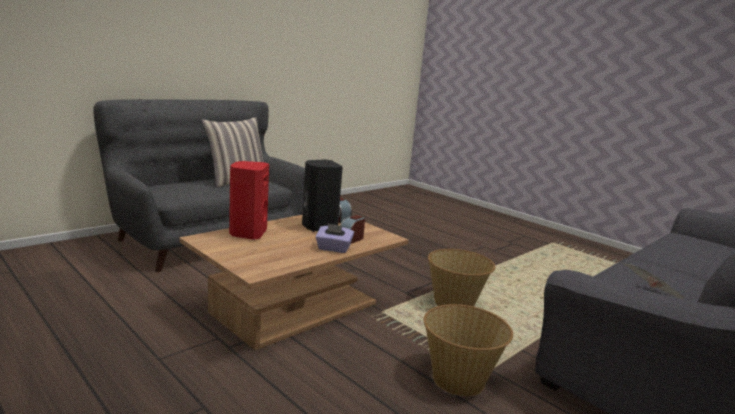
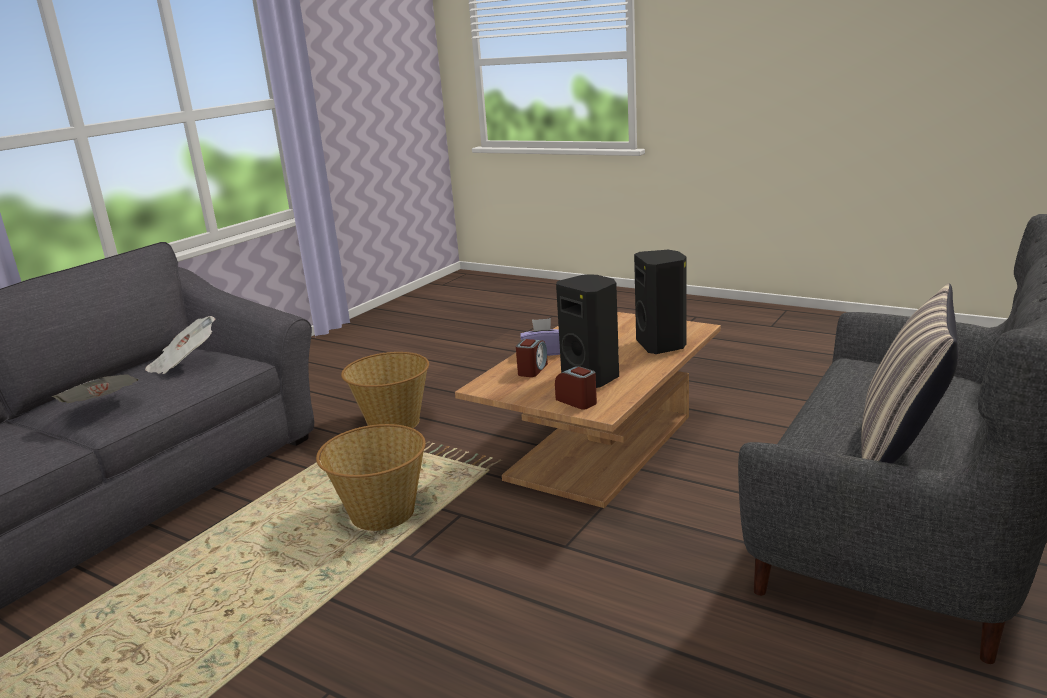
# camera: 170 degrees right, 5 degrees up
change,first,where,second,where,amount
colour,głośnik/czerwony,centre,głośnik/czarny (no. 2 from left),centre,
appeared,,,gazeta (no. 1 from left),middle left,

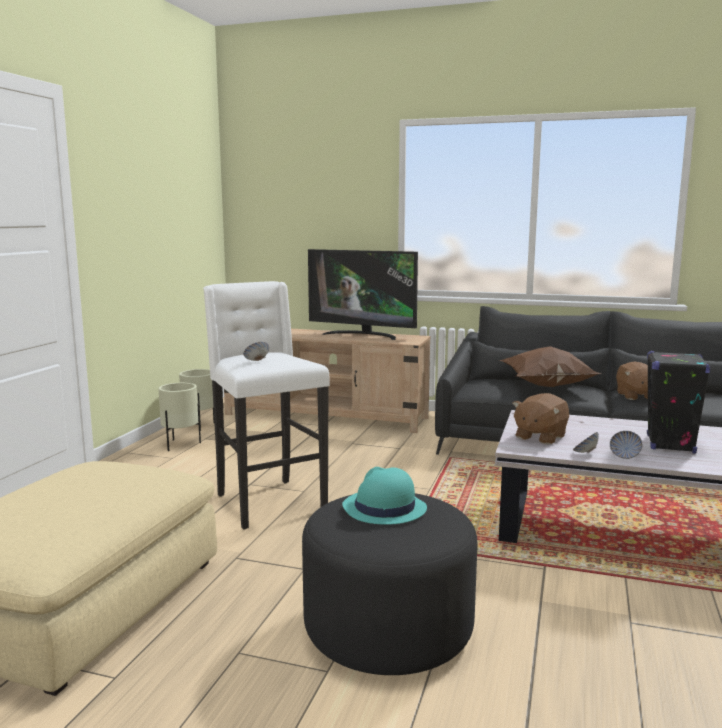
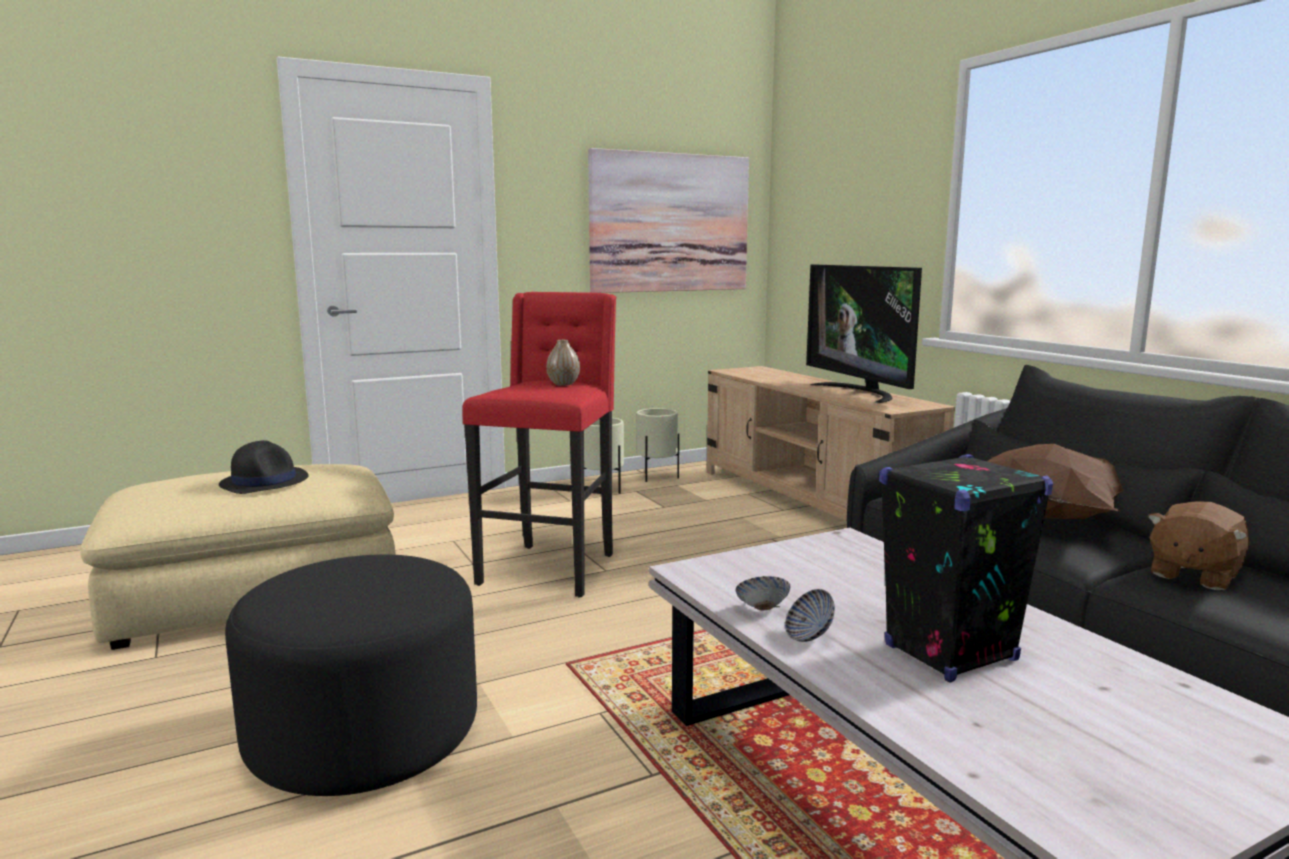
# camera: 45 degrees right, 0 degrees up
change,first,where,second,where,amount
colour,stołek/biały,centre,stołek/czerwony,centre,
missing,miska (no. 1 from left),centre,,,
missing,kapelusz/turkusowy,bottom centre,,,
missing,pluszak/brązowy (no. 1 from left),middle right,,,
appeared,,,kapelusz/czarny,middle left,
appeared,,,wazon,centre,
appeared,,,obraz,top centre,

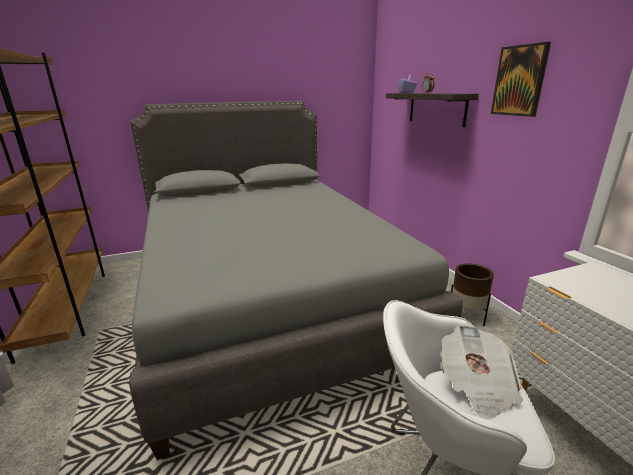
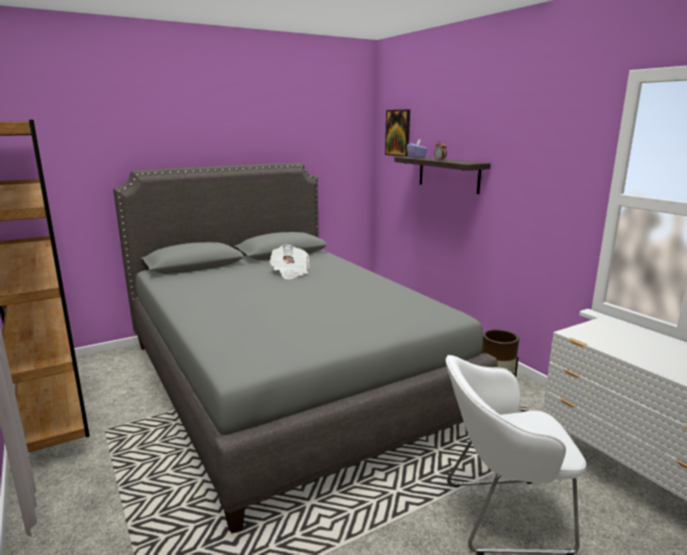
# camera: 10 degrees left, 5 degrees down
change,first,where,second,where,amount
relocated,gazeta,bottom right,,centre,
relocated,obraz,top right,,top centre,

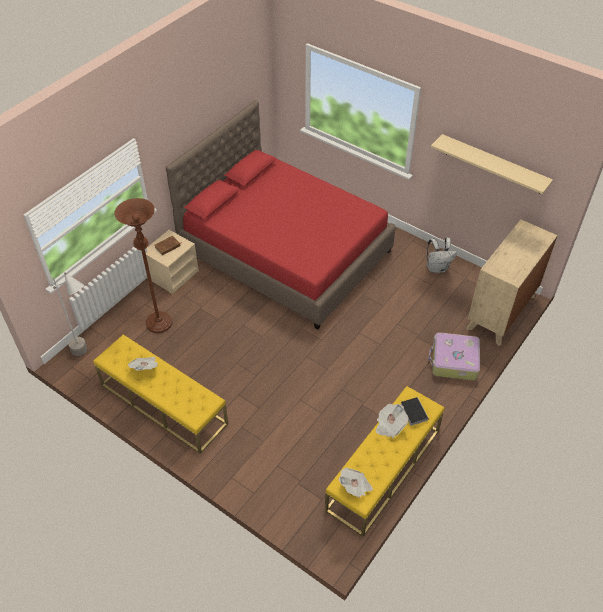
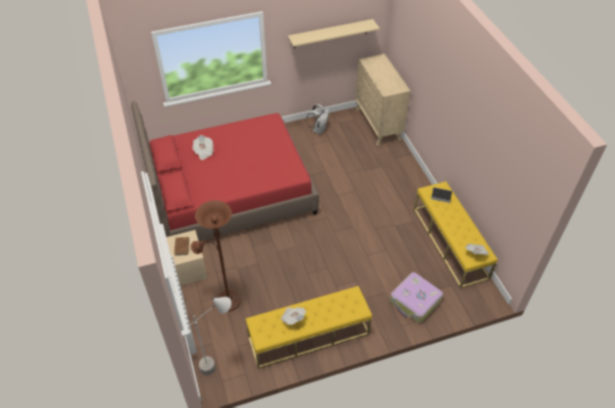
# camera: 55 degrees left, 0 degrees up
change,first,where,second,where,amount
relocated,gazeta (no. 3 from left in the first image),bottom centre,gazeta (no. 1 from left),middle left,
relocated,walizka,middle right,,bottom right,

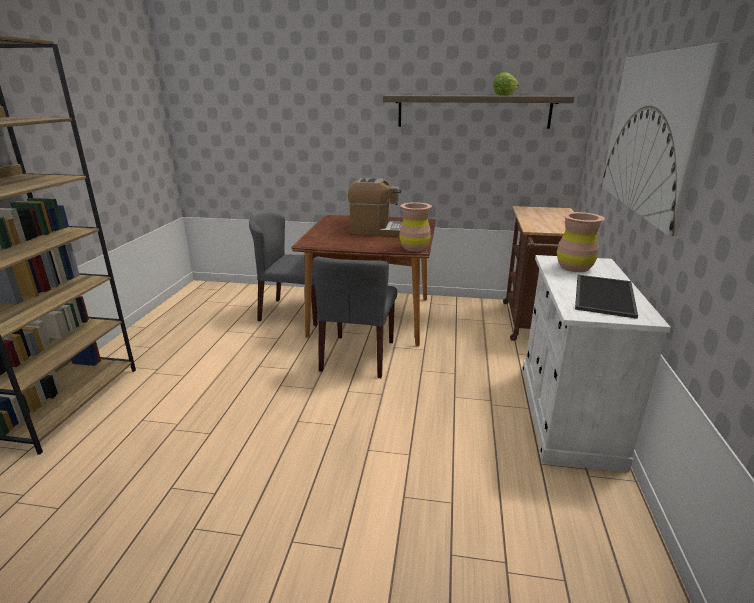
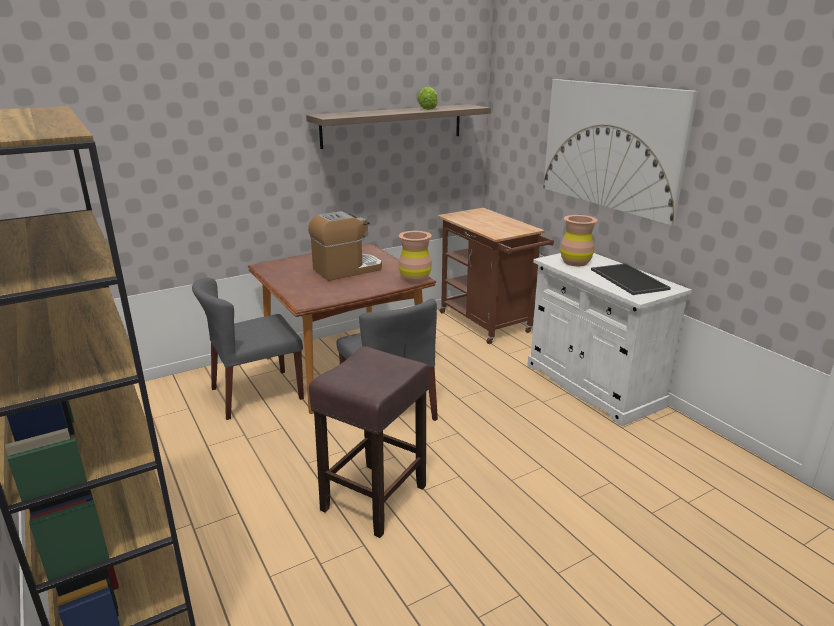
# camera: 40 degrees left, 0 degrees up
change,first,where,second,where,amount
appeared,,,stołek/brązowy,bottom centre,

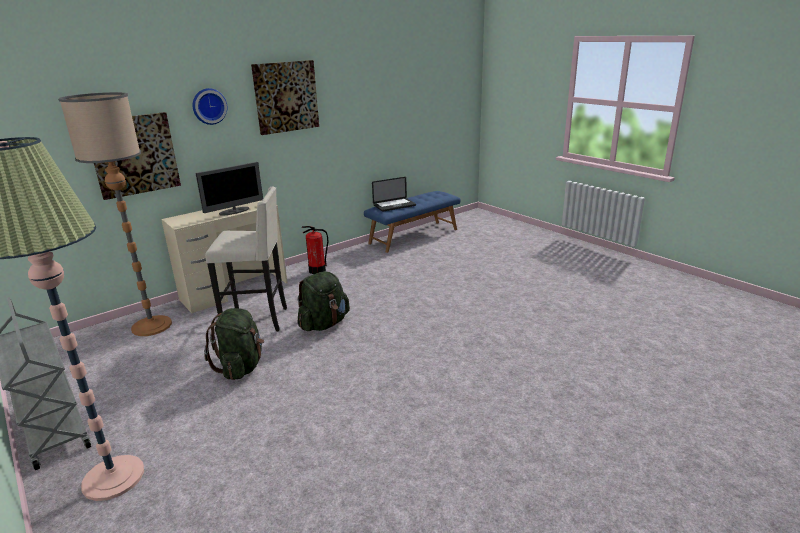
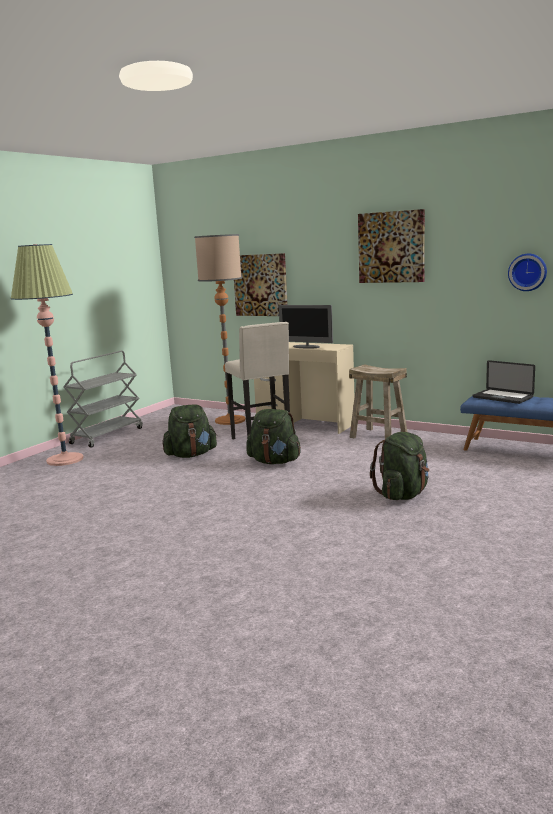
# camera: 70 degrees right, 10 degrees down
change,first,where,second,where,amount
relocated,zegar ścienny,top left,,middle right,
exchanged,gaśnica,centre,stołek/beżowy (no. 2 from left),middle right,
appeared,,,plecak/zielony (no. 3 from left),middle right,

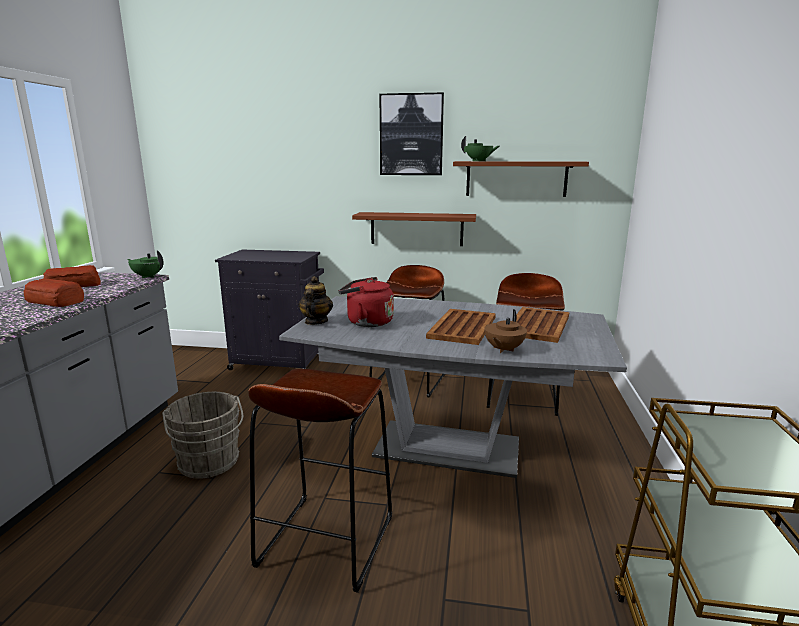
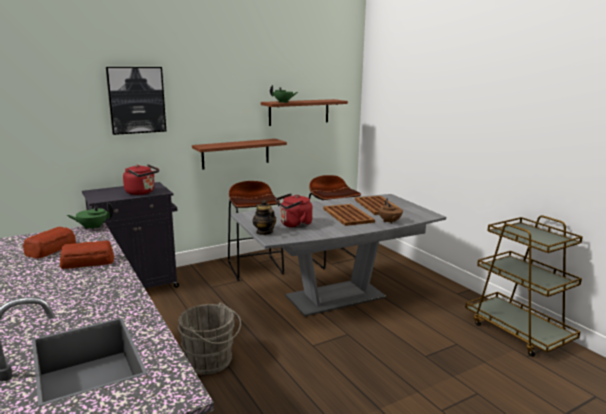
# camera: 40 degrees left, 0 degrees up
change,first,where,second,where,amount
missing,stołek/brązowy (no. 1 from left),bottom centre,,,
relocated,obraz,top centre,,top left,
appeared,,,czajnik/czerwony (no. 1 from left),middle left,

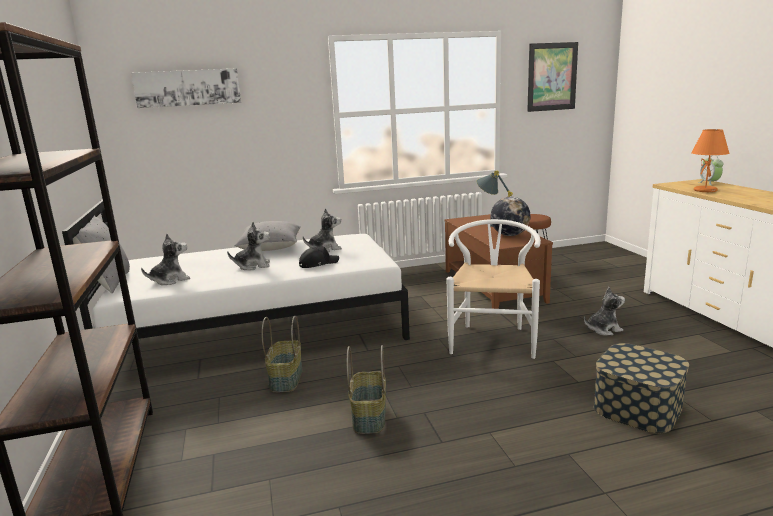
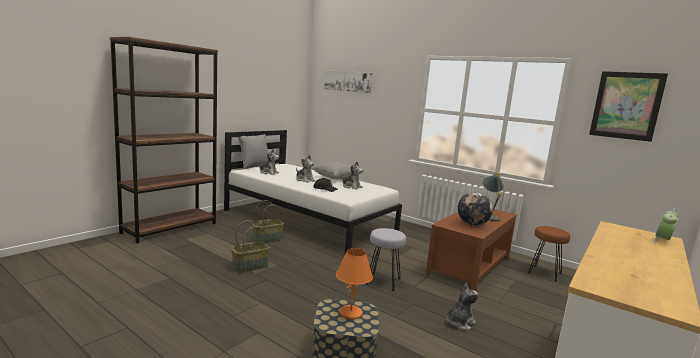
# camera: 50 degrees right, 5 degrees down
change,first,where,second,where,amount
exchanged,krzesło/biały,centre,stołek/szary,bottom centre,
spun,pluszak (no. 4 from left),middle right,,bottom centre,75 degrees counterclockwise
relocated,lampa stołowa/pomarańczowy,top right,,bottom centre,

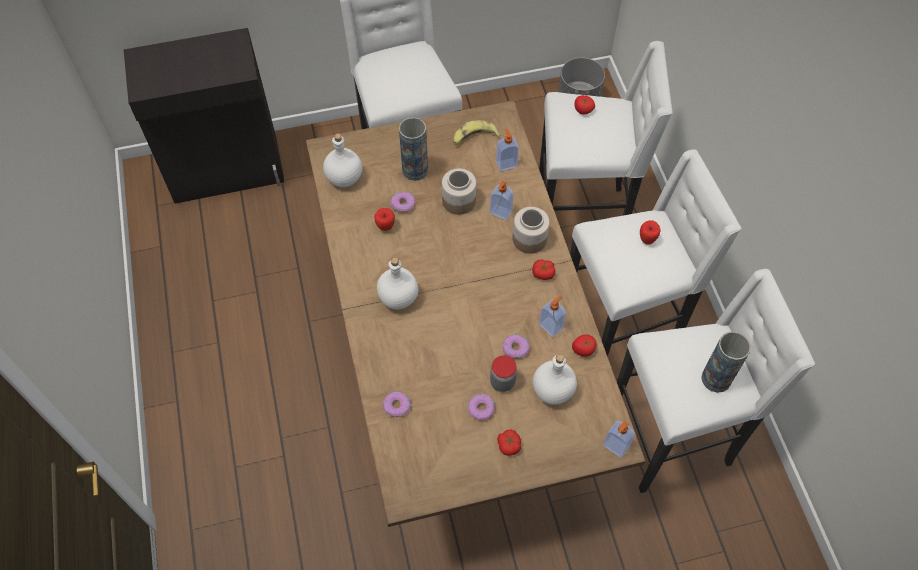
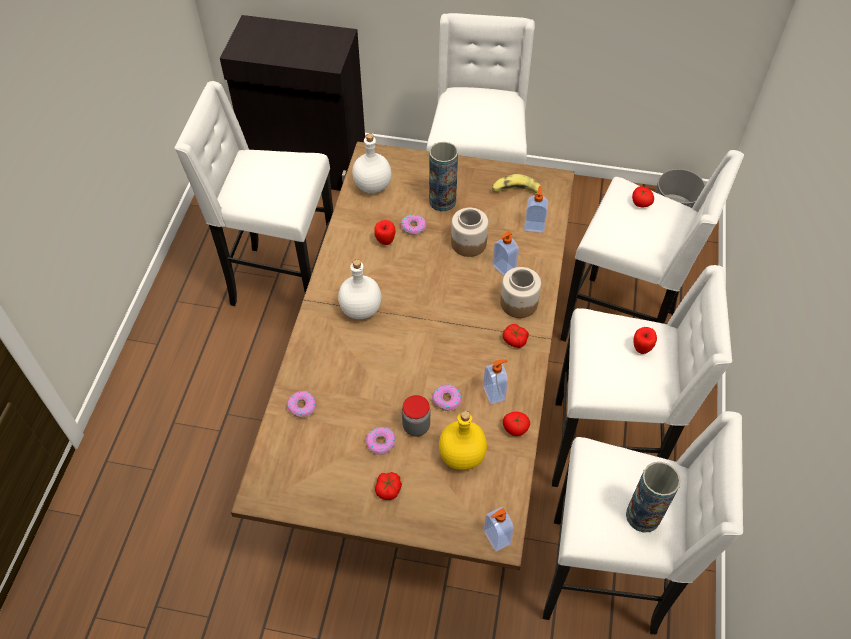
# camera: 25 degrees right, 5 degrees down
change,first,where,second,where,amount
colour,butelka/biały (no. 3 from left),centre,butelka/żółty,bottom centre,
appeared,,,stołek/biały (no. 1 from left),top left,

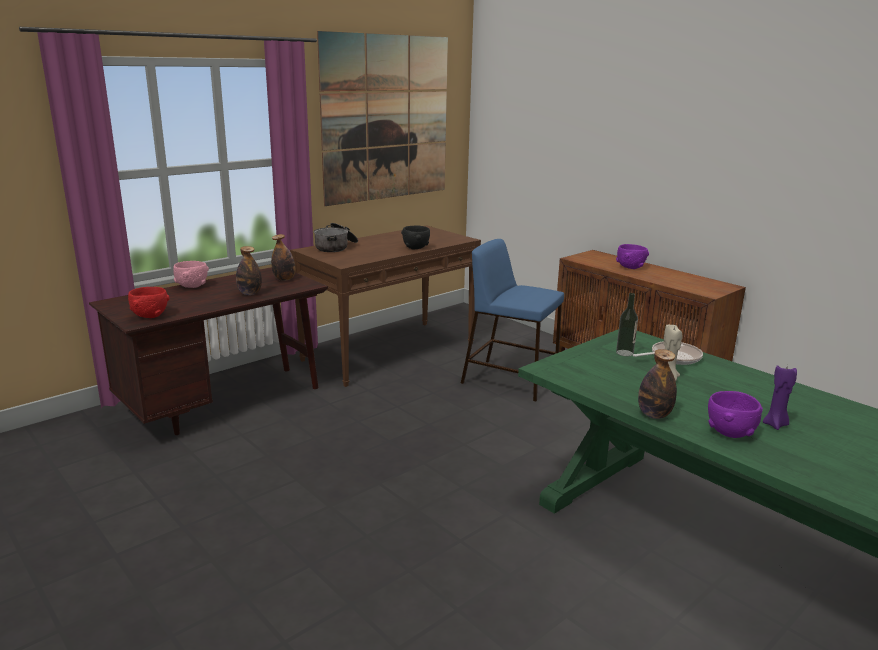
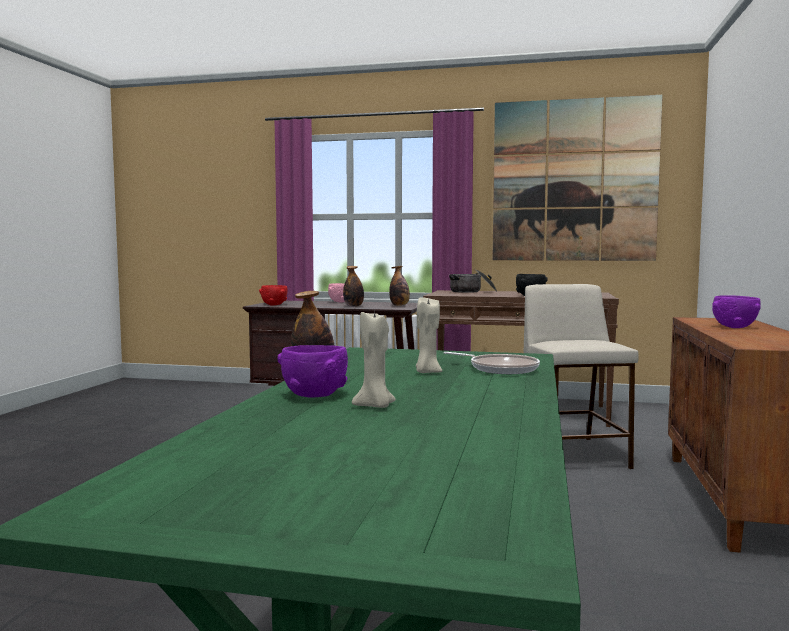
# camera: 55 degrees right, 15 degrees down
change,first,where,second,where,amount
colour,stołek/niebieski,centre,stołek/beżowy,middle right,
missing,butelka (no. 3 from left),middle right,,,
colour,świeca/fioletowy,middle right,świeca/beżowy (no. 1 from left),centre,

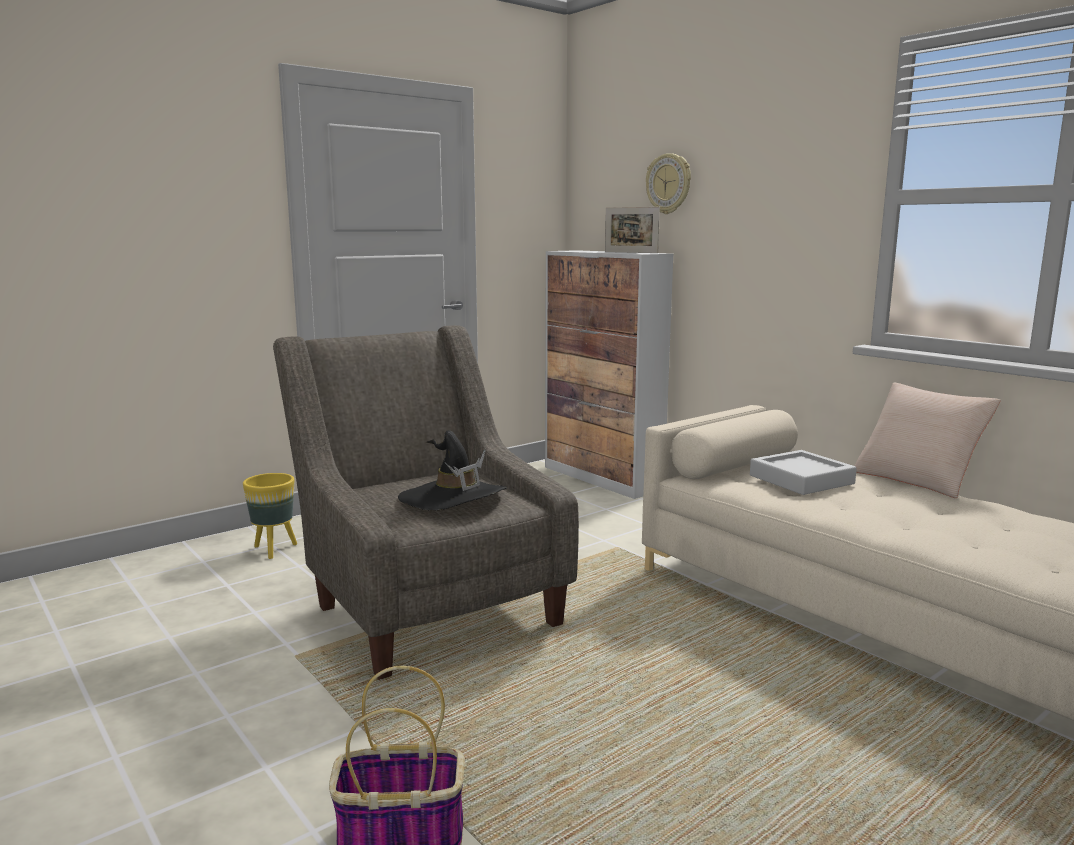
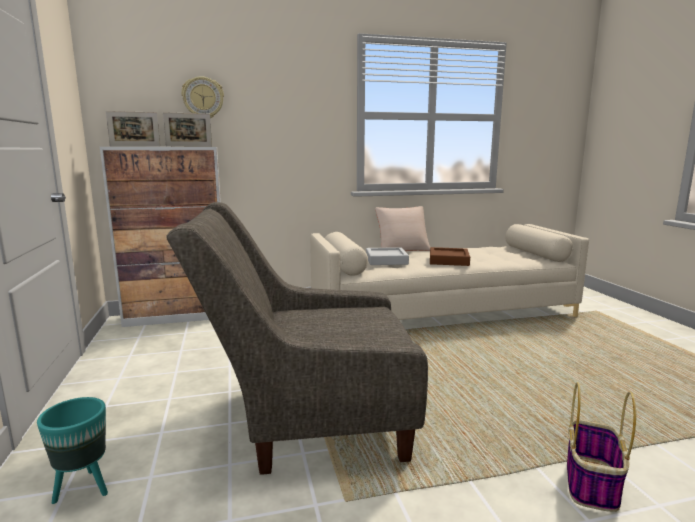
# camera: 65 degrees left, 0 degrees up
change,first,where,second,where,amount
colour,donica/żółty,middle left,donica/turkusowy,bottom left,
missing,kapelusz/czarny,centre,,,
appeared,,,ramka na zdjęcie (no. 1 from left),top left,
appeared,,,taca/brązowy,centre,

